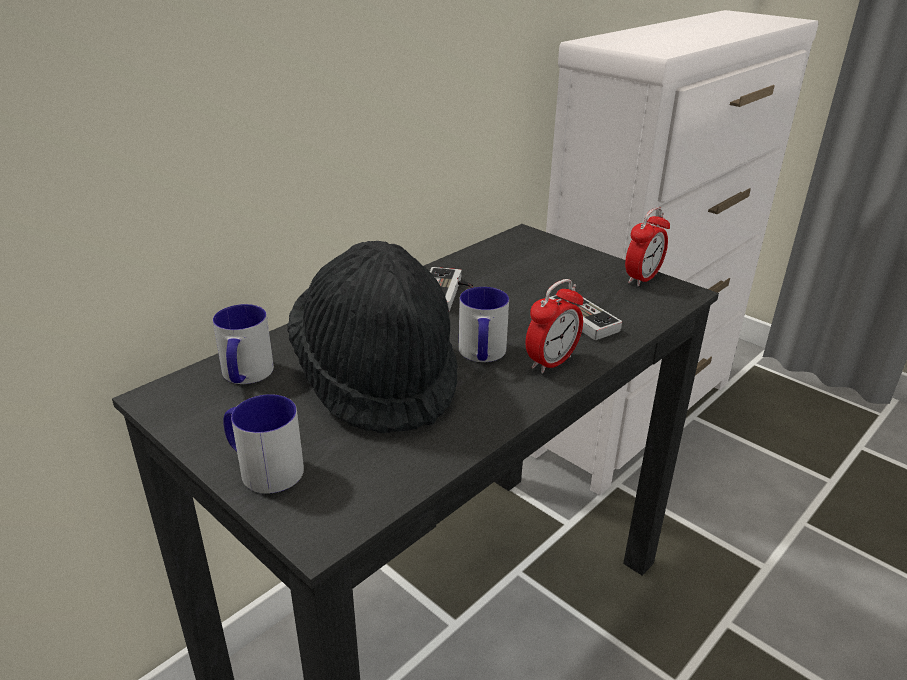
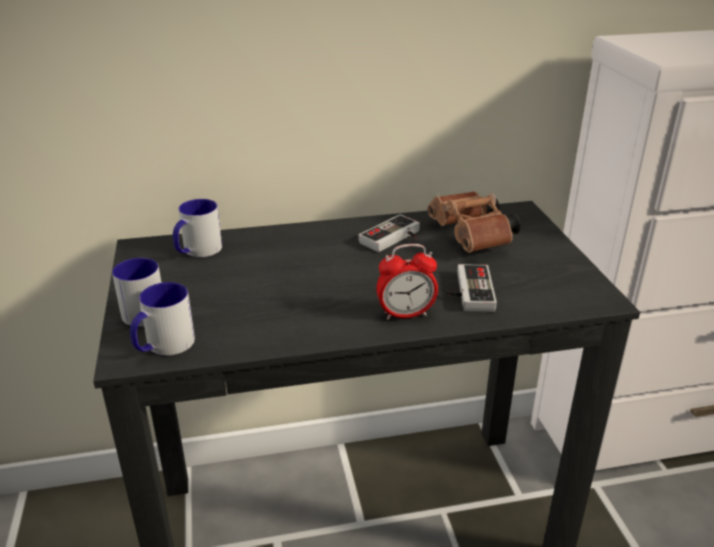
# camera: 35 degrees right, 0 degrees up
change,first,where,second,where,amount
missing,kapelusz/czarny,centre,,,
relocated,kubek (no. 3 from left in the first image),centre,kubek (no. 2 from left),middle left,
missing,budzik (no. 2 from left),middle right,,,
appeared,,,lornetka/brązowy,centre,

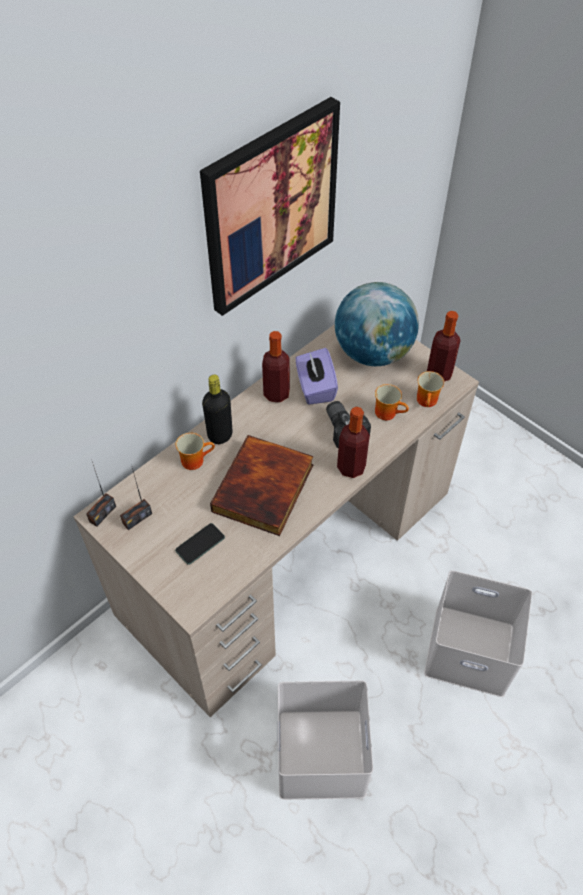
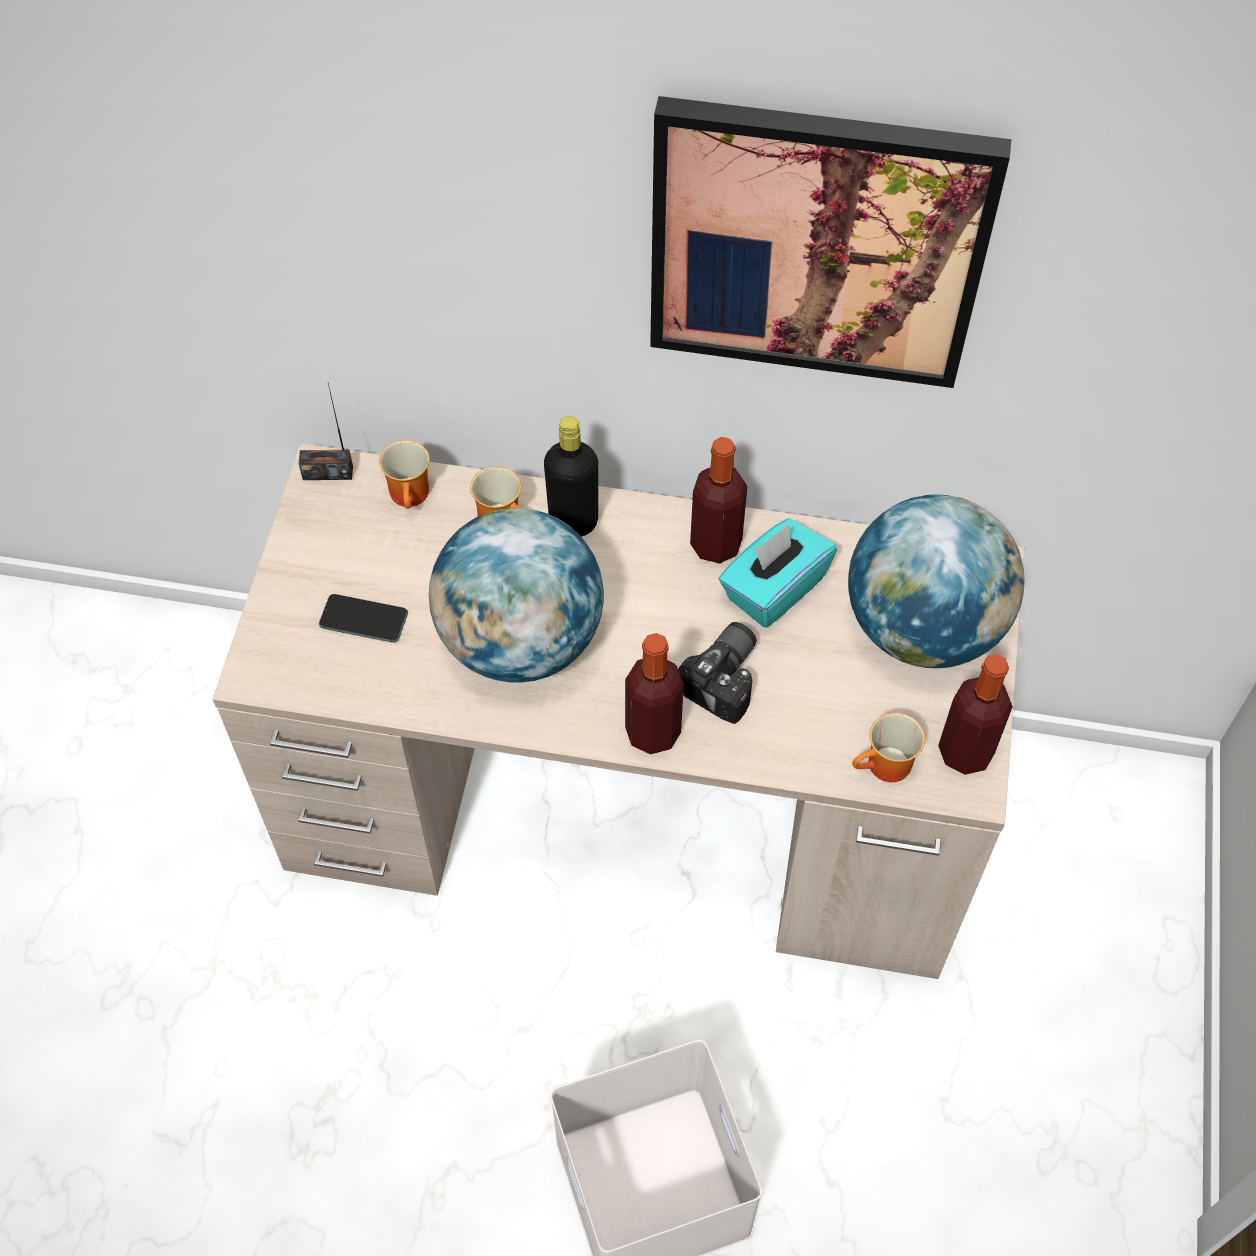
# camera: 55 degrees right, 5 degrees up
change,first,where,second,where,amount
missing,radio (no. 2 from left),middle left,,,
exchanged,książka,centre,globus (no. 1 from left),centre,
missing,pojemnik do przechowywania/biały (no. 1 from left),bottom centre,,,
colour,pudełko chusteczek/fioletowy,centre,pudełko chusteczek/turkusowy,centre,
relocated,kubek (no. 2 from left in the first image),middle right,kubek (no. 1 from left),middle left,

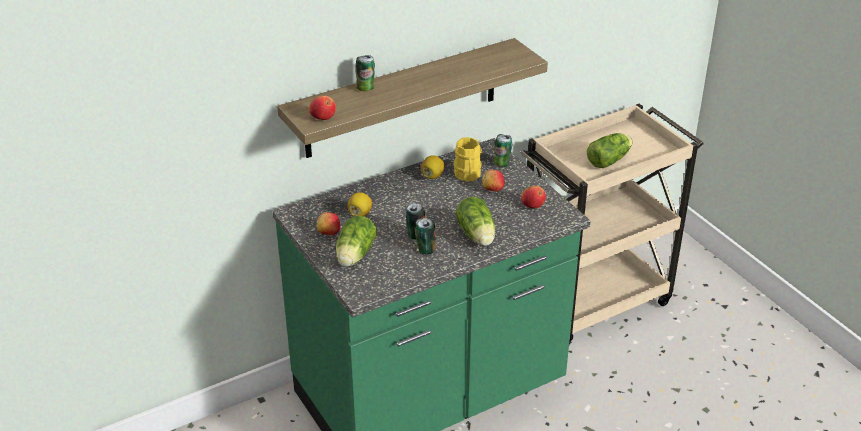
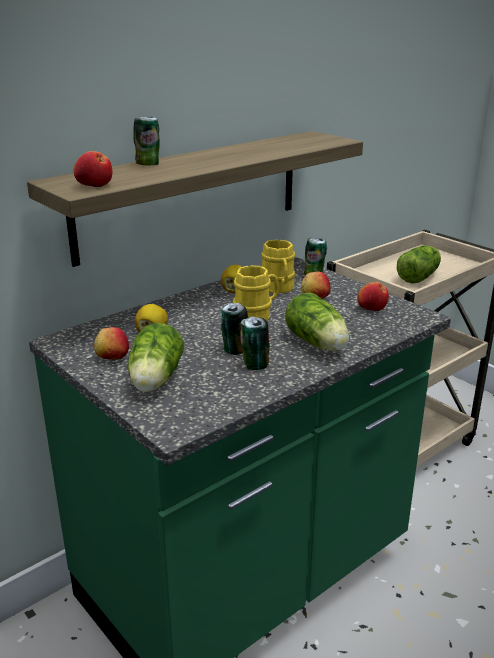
# camera: 10 degrees left, 10 degrees down
change,first,where,second,where,amount
appeared,,,kubek/żółty (no. 1 from left),centre,

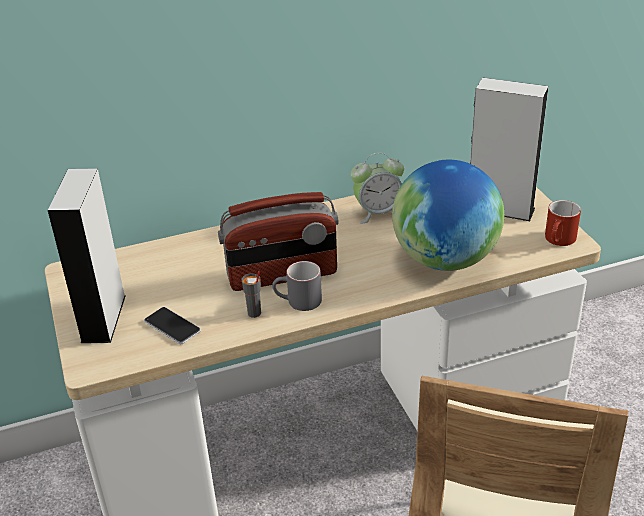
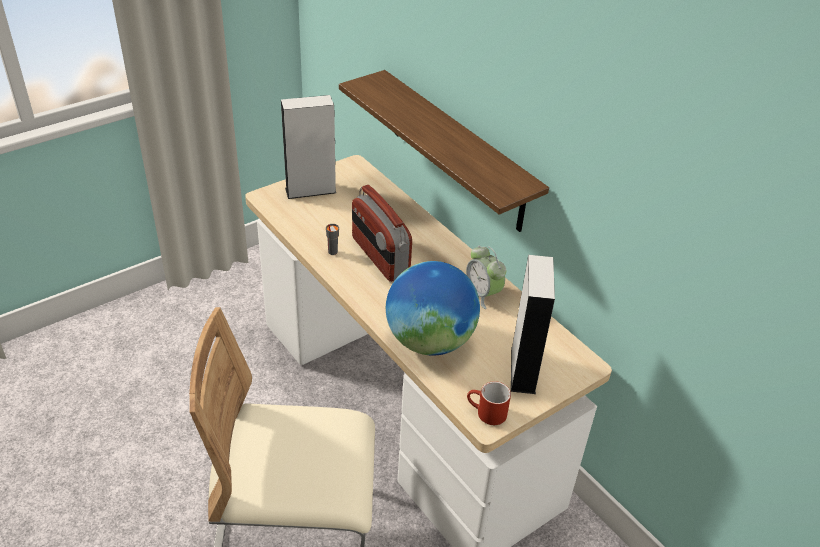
# camera: 70 degrees right, 5 degrees up
change,first,where,second,where,amount
missing,telefon,middle left,,,
missing,kubek/szary,centre,,,
appeared,,,półka,top centre,

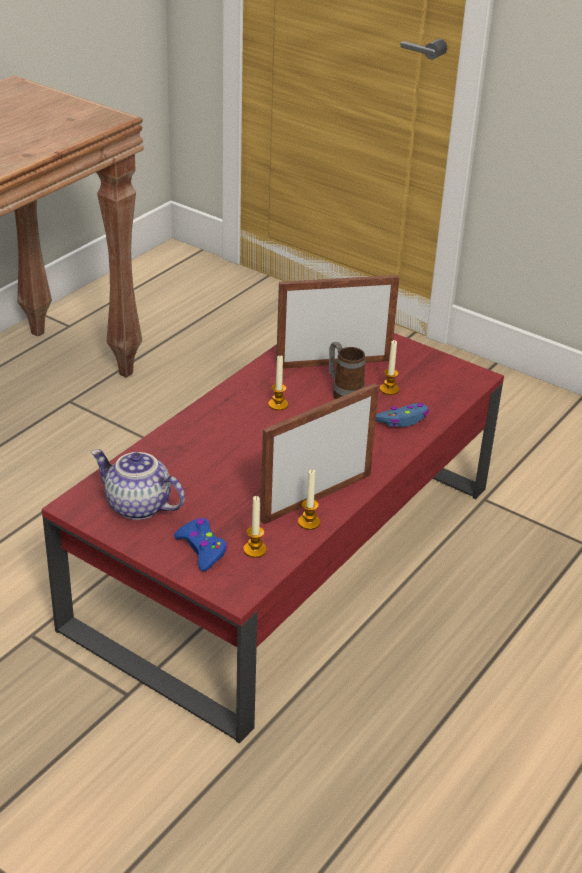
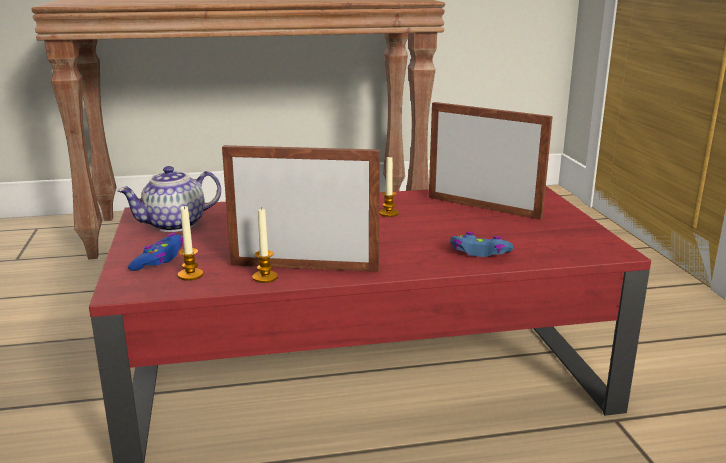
# camera: 45 degrees right, 15 degrees down
change,first,where,second,where,amount
spun,imbryk,middle left,,middle left,105 degrees counterclockwise
missing,kubek,centre,,,
missing,świeca (no. 4 from left),middle right,,,

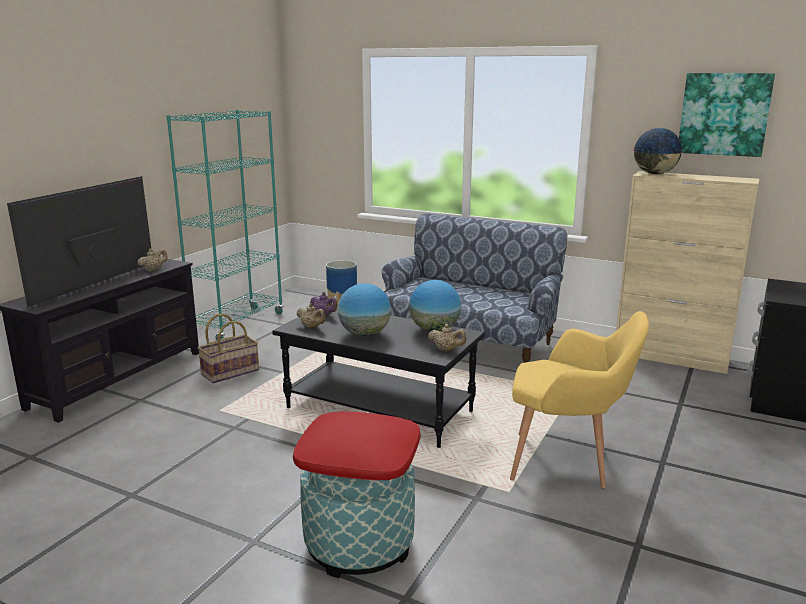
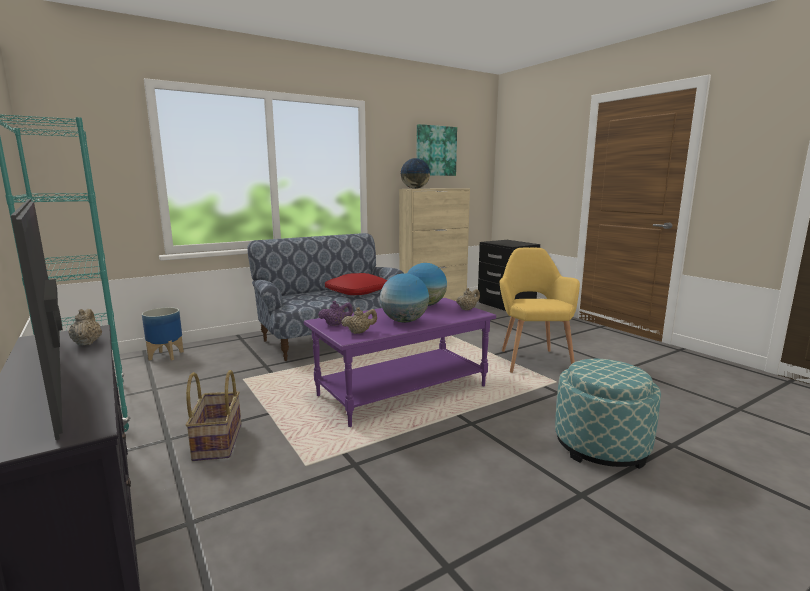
# camera: 60 degrees left, 5 degrees down
change,first,where,second,where,amount
colour,ława/czarny,centre,ława/fioletowy,centre,
relocated,poduszka/czerwony,bottom centre,,centre,
spun,fotel/żółty,middle right,,middle right,45 degrees counterclockwise

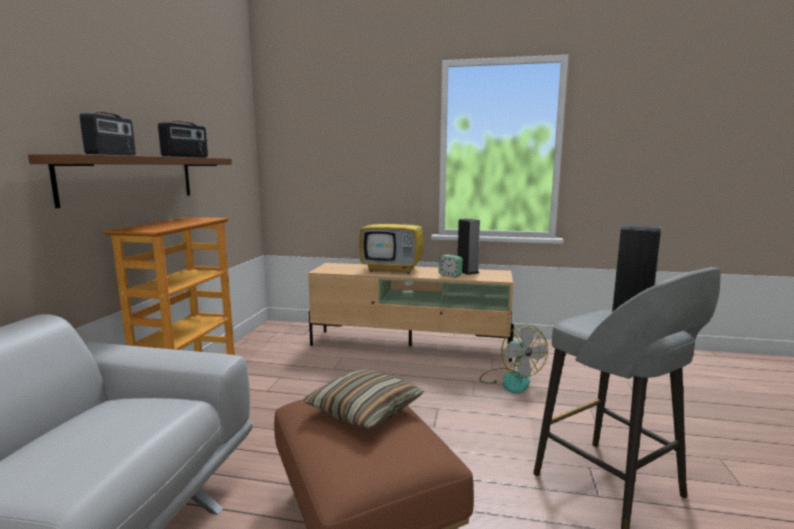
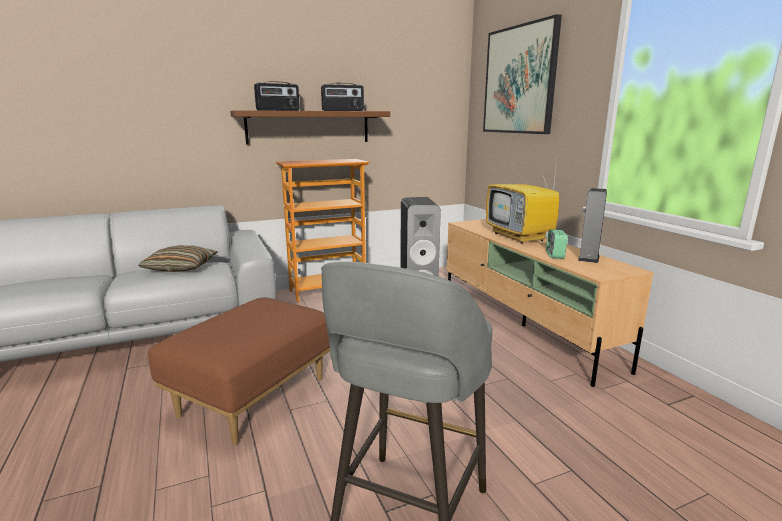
# camera: 55 degrees right, 5 degrees up
change,first,where,second,where,amount
relocated,poduszka,bottom centre,,middle left,
missing,wentylator,bottom centre,,,
appeared,,,obraz,top right,

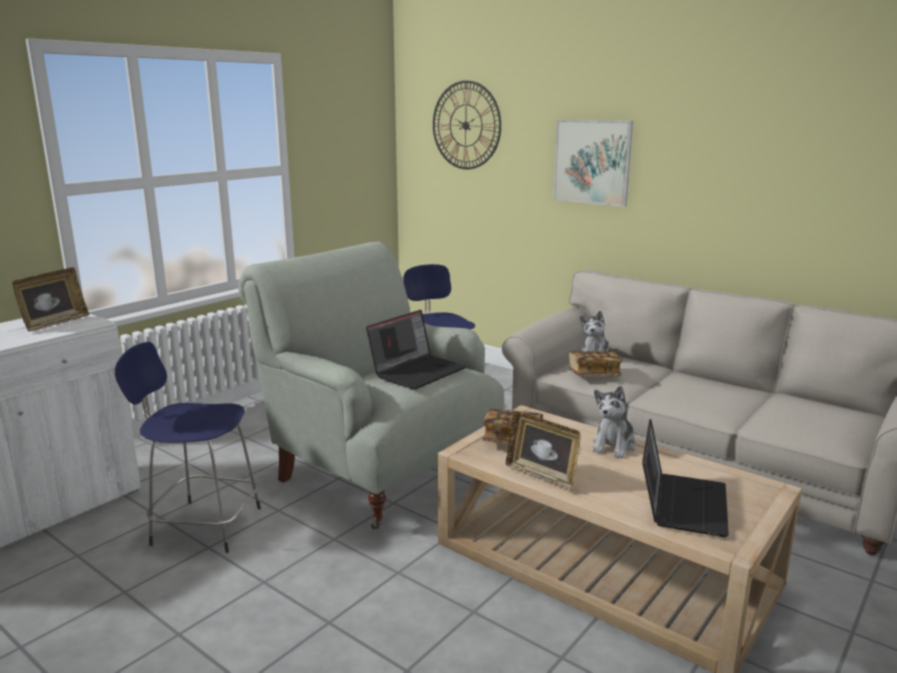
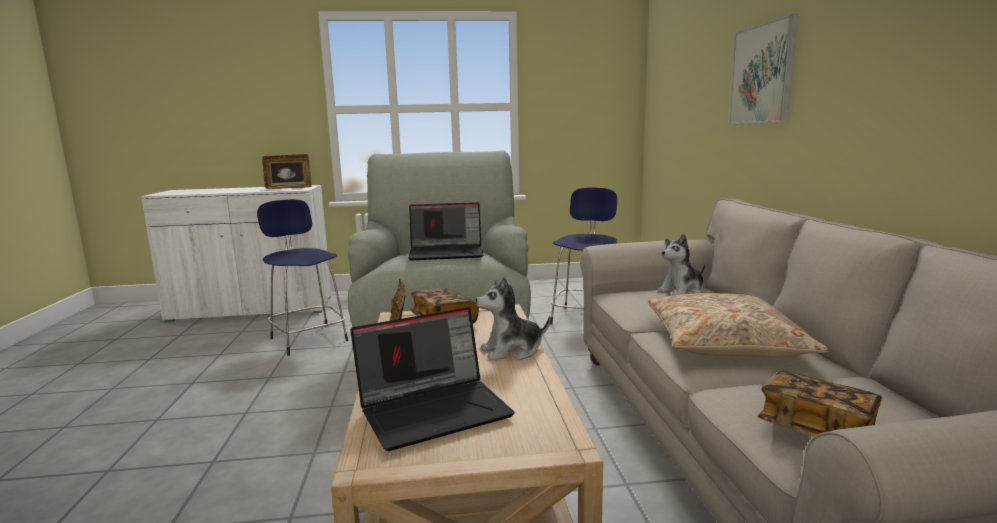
# camera: 45 degrees right, 5 degrees down
change,first,where,second,where,amount
missing,zegar ścienny,top centre,,,
relocated,książka (no. 2 from left),centre,,bottom right,
appeared,,,poduszka/beżowy,middle right,

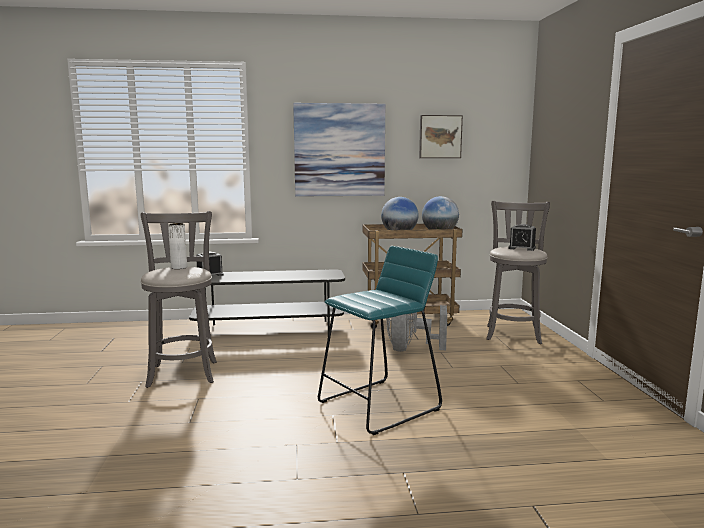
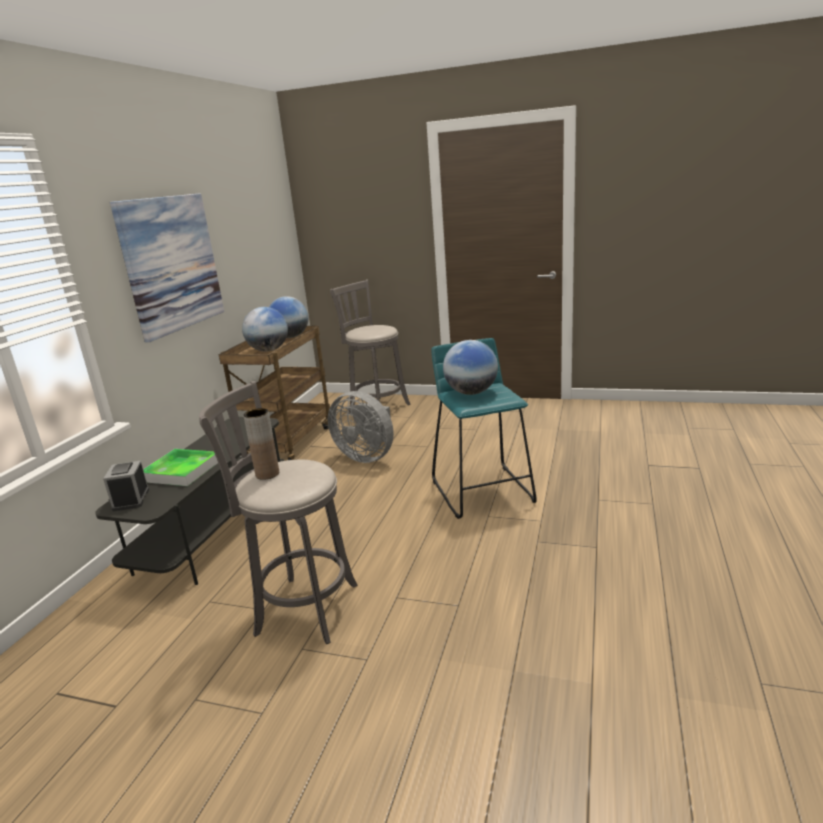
# camera: 65 degrees left, 10 degrees up
change,first,where,second,where,amount
colour,wazon/biały,middle left,wazon/brązowy,middle left,
missing,obraz (no. 2 from left),top centre,,,
missing,budzik (no. 2 from left),middle right,,,
appeared,,,taca,middle left,
appeared,,,globus (no. 3 from left),centre,

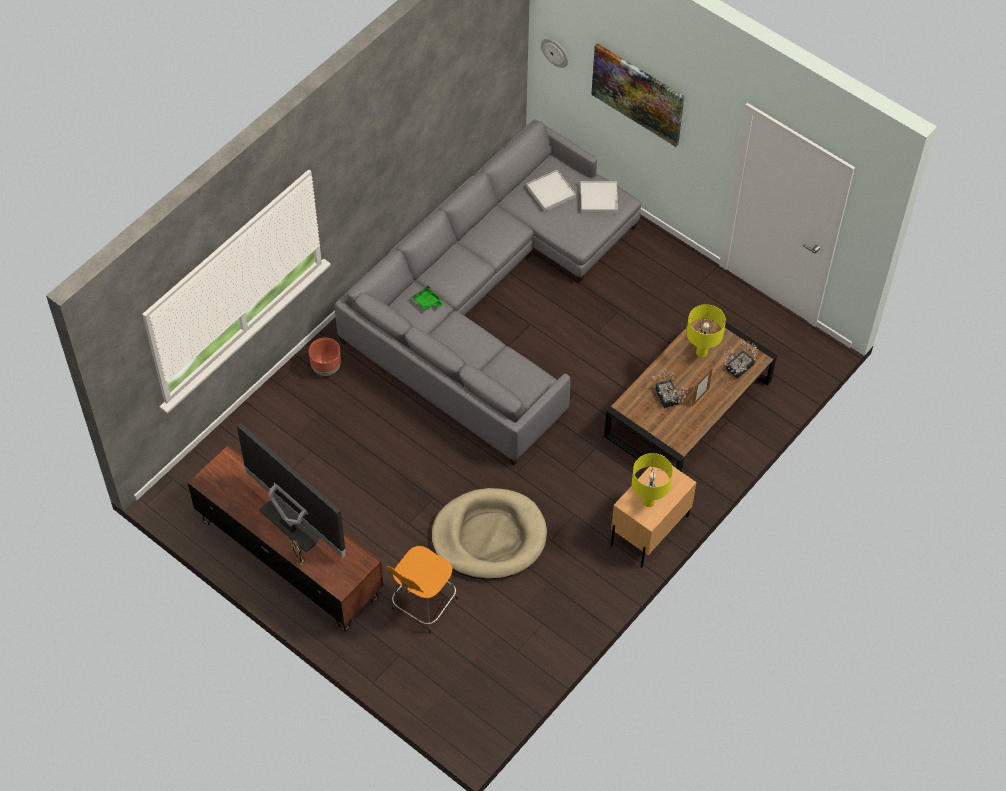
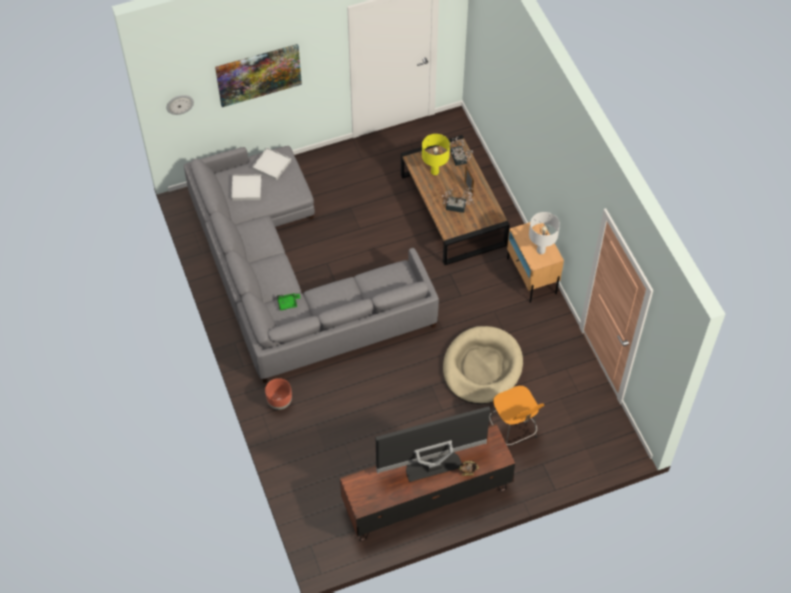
# camera: 60 degrees left, 0 degrees up
change,first,where,second,where,amount
colour,lampa stołowa/żółty (no. 1 from left),centre,lampa stołowa/biały,middle right,

